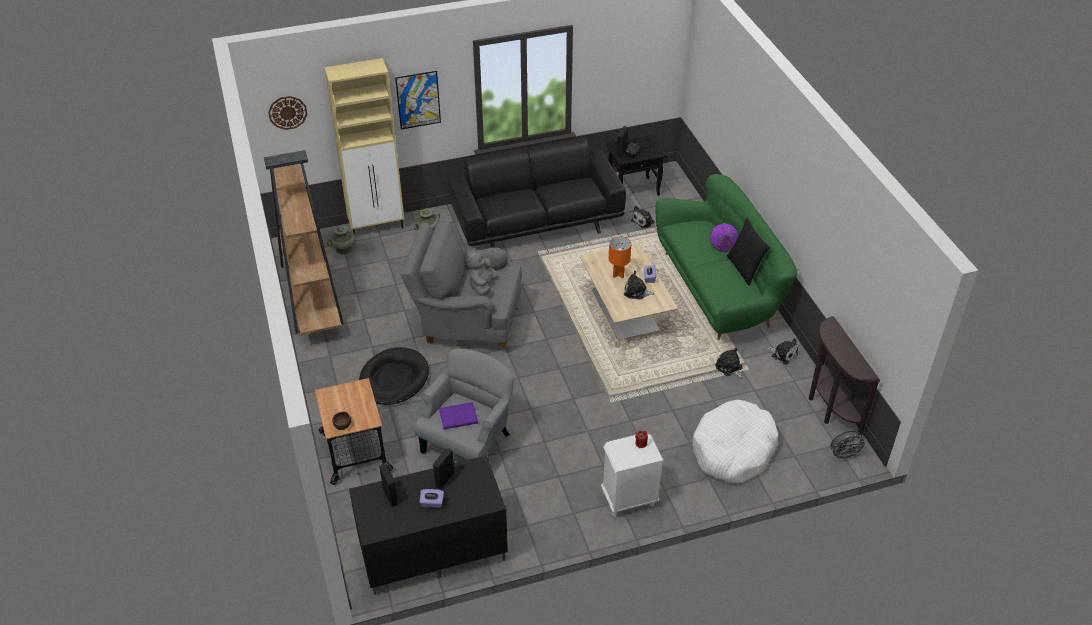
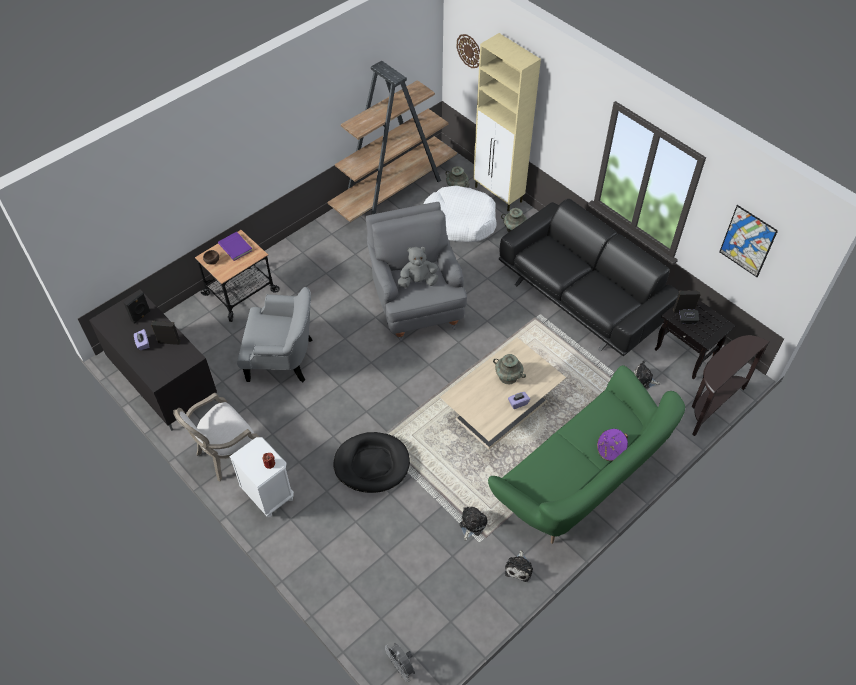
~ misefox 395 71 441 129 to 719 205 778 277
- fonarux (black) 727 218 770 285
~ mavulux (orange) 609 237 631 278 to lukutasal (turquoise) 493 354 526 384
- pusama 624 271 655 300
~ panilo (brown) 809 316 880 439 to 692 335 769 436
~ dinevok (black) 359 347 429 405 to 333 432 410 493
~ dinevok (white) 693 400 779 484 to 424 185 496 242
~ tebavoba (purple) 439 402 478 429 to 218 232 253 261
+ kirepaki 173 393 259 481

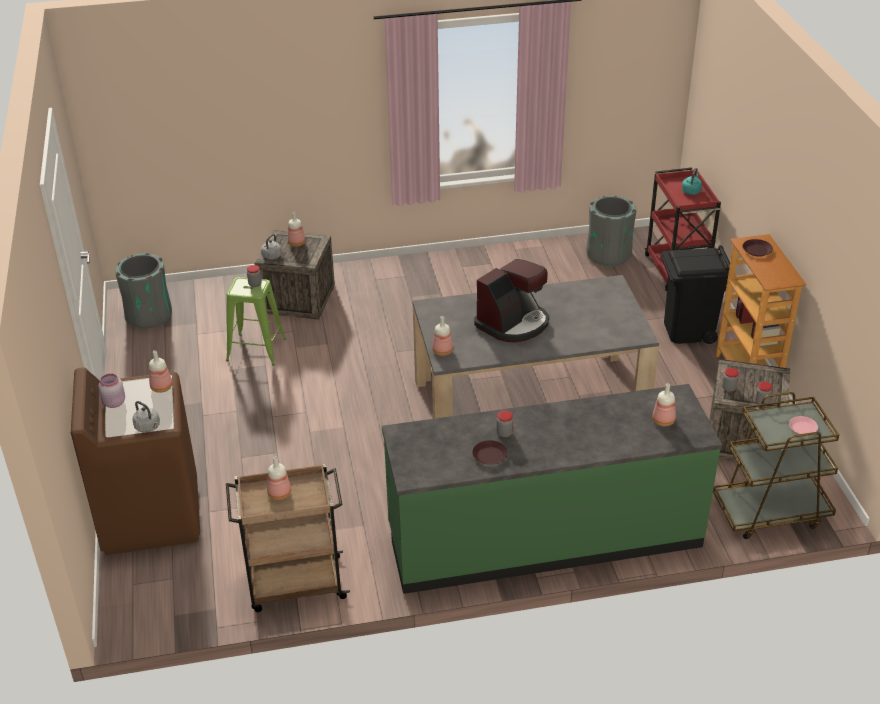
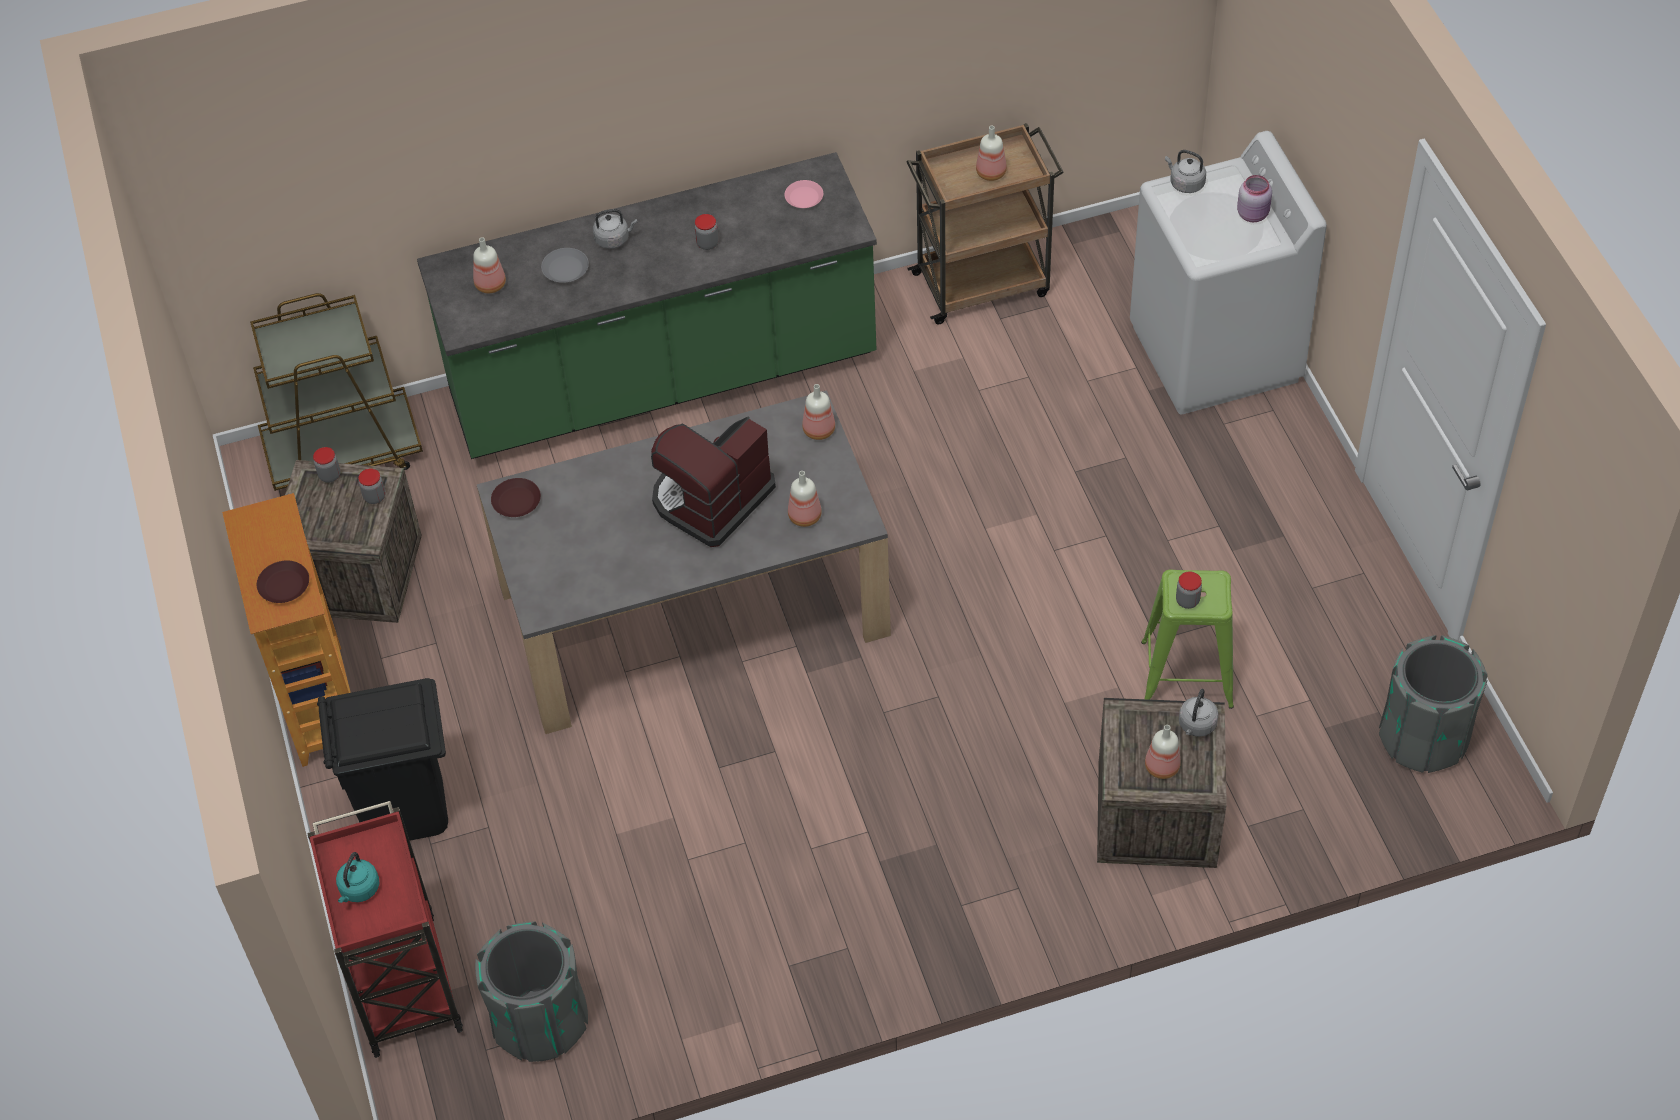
~ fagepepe 149 350 173 393 to 788 471 822 527
~ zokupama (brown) 71 367 200 555 to zokupama (white) 1130 131 1327 414
~ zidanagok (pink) 789 416 818 434 to 785 180 823 208
~ zidanagok (brown) 472 440 508 465 to 491 478 541 517
+ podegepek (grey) 593 209 638 249
+ zidanagok (grey) 541 248 589 283

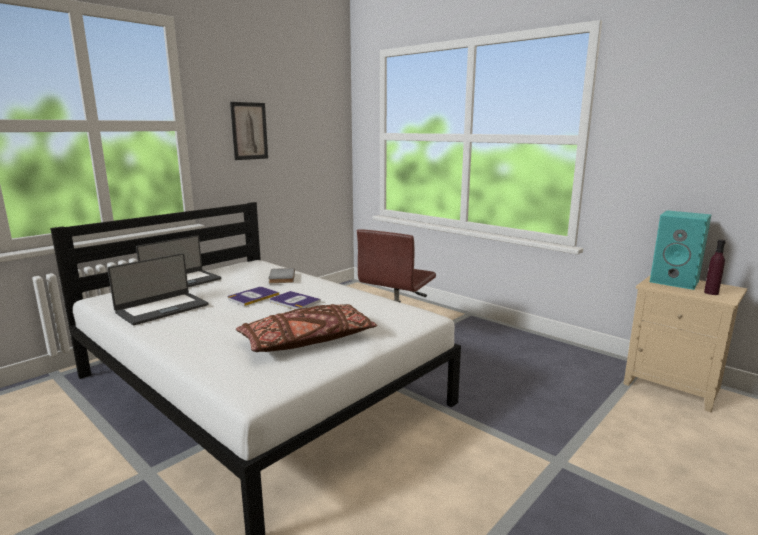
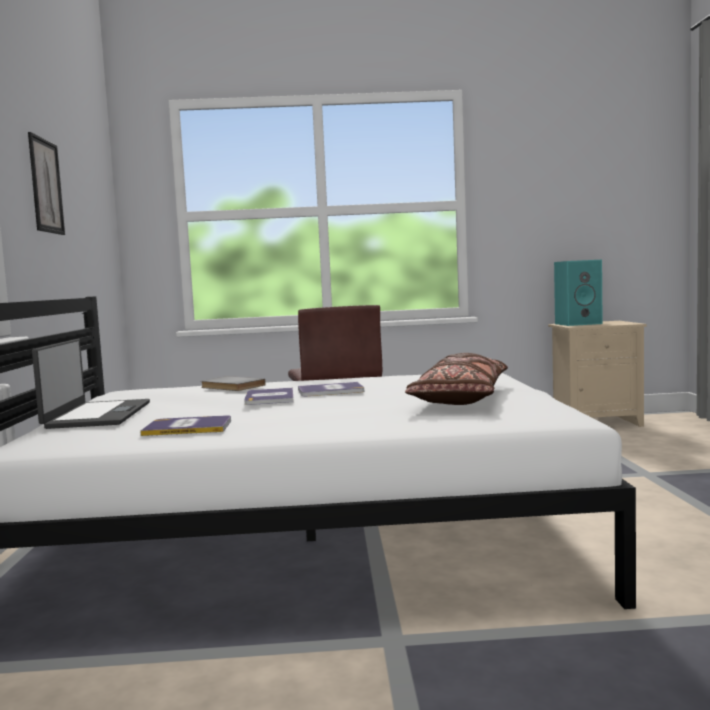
- fagepepe (purple) 704 239 725 295
~ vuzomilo 107 253 209 325 to tebavoba 140 415 231 436

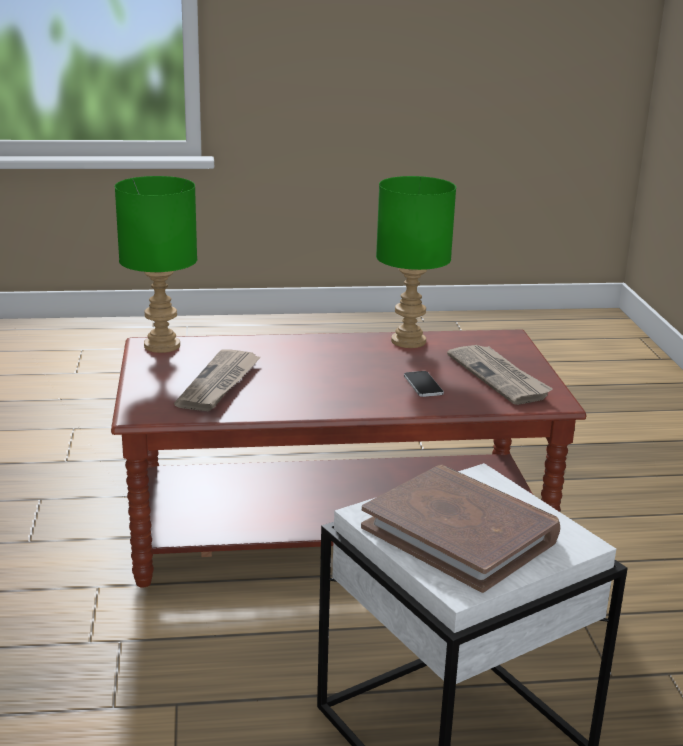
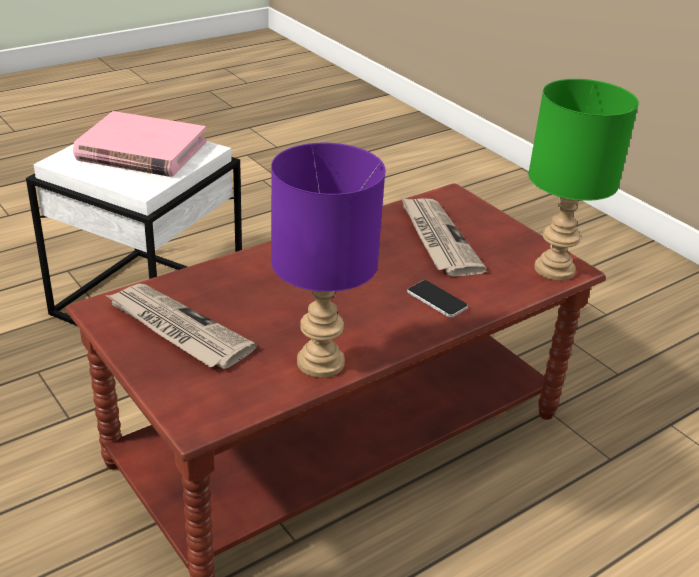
~ mavulux (green) 376 176 456 348 to mavulux (purple) 271 143 386 378
~ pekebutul 404 371 444 397 to 407 280 468 317
~ tebavoba (brown) 361 465 560 593 to tebavoba (pink) 73 111 206 177

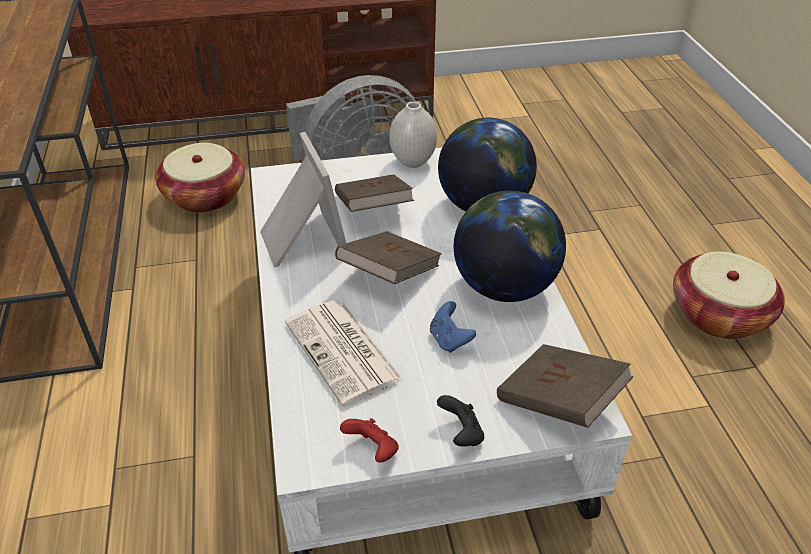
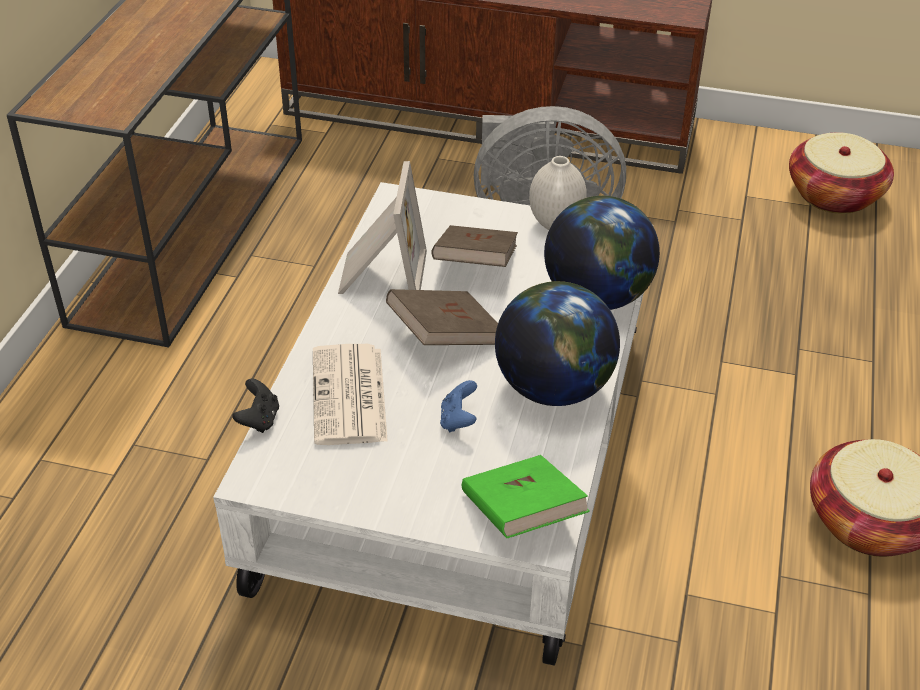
~ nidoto 155 143 245 213 to 789 132 894 214
~ tebavoba (brown) 497 344 633 428 to tebavoba (green) 462 455 590 538
~ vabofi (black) 437 395 484 447 to 232 379 279 433
- vabofi (red) 340 418 399 463

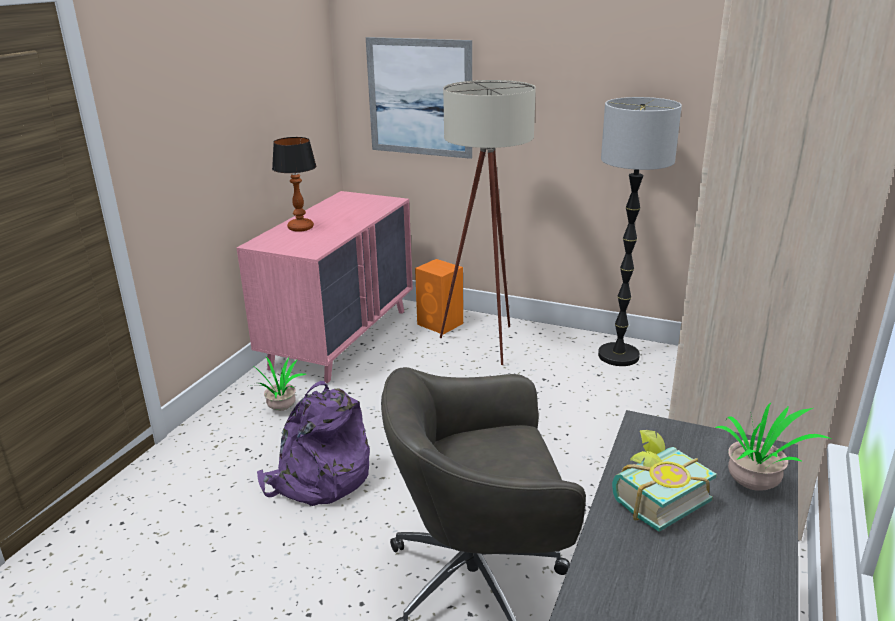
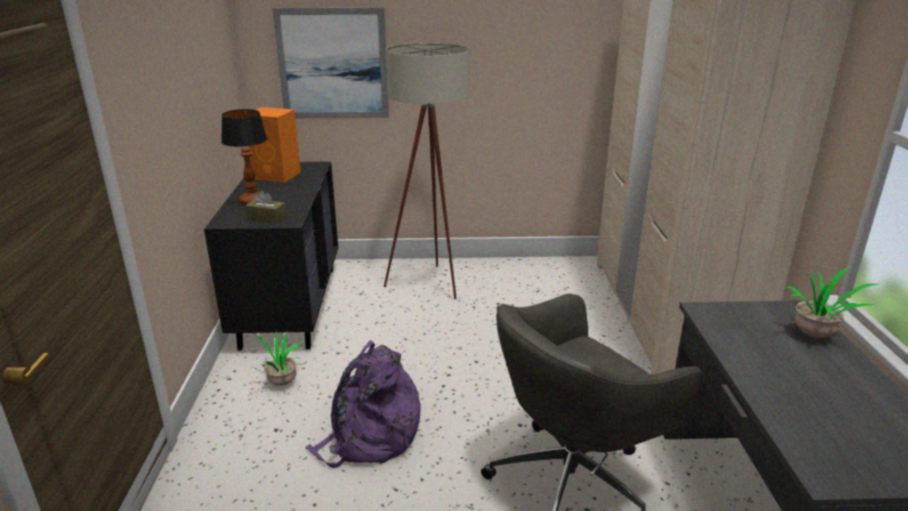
- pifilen 598 97 682 366
~ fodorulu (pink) 237 191 413 383 to fodorulu (black) 204 162 338 350
~ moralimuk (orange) 415 259 463 335 to 249 107 301 182
- tebavoba 612 430 717 532
+ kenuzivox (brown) 245 190 287 223

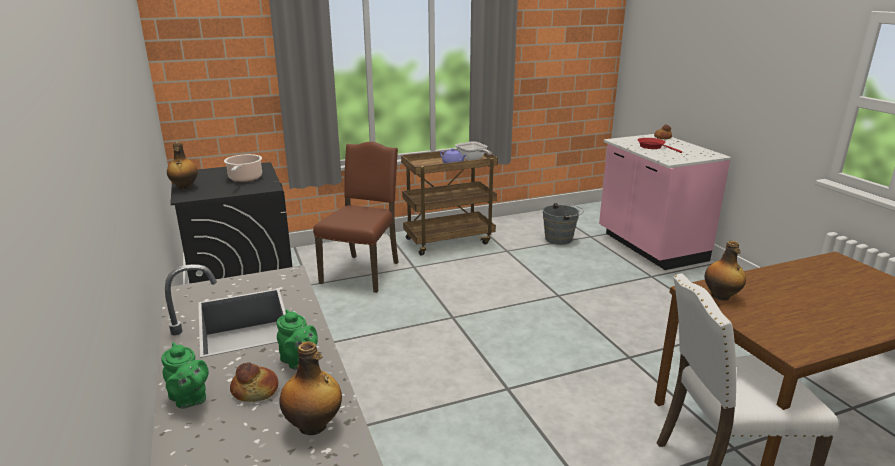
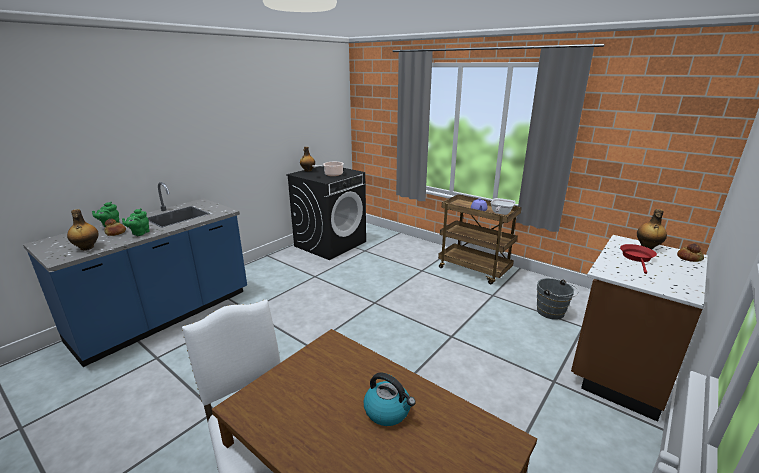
~ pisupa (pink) 599 134 732 270 to pisupa (brown) 571 235 708 422
- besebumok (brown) 313 141 398 293
~ fagepepe 705 241 746 301 to 637 209 667 249
+ podegepek 364 373 416 426

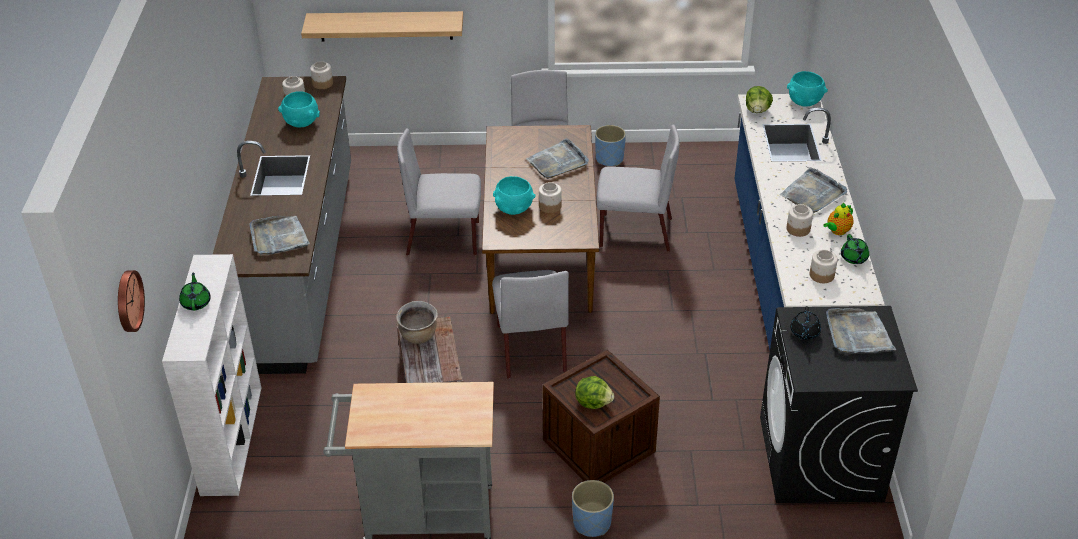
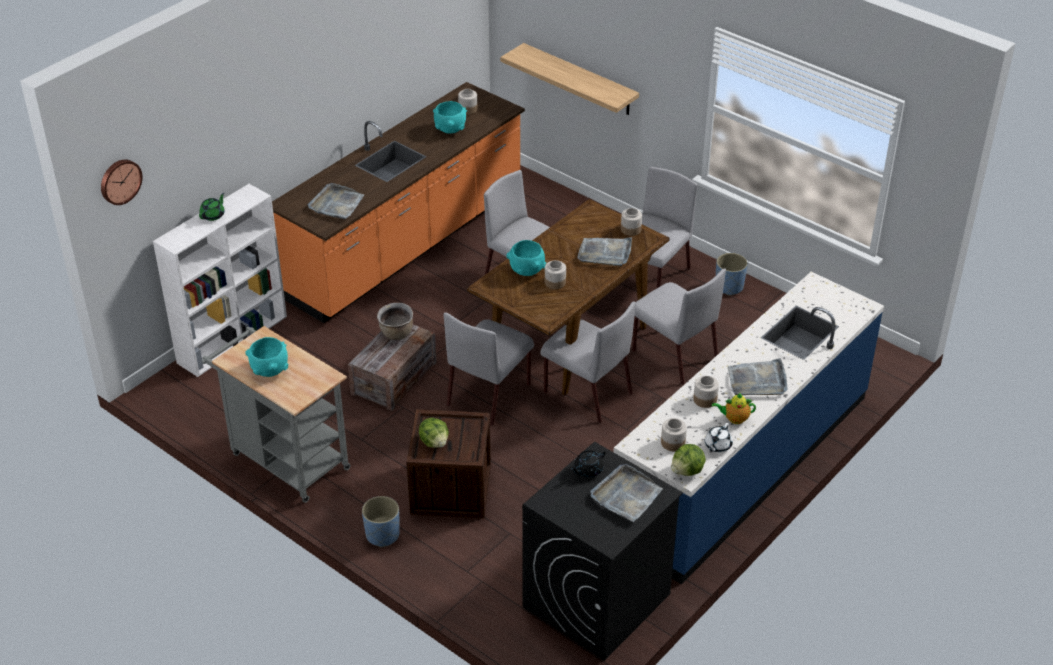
~ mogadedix 310 61 333 89 to 621 208 642 236
~ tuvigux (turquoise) 787 71 828 107 to 245 337 288 377
~ pisupa (grey) 212 76 351 374 to pisupa (orange) 272 82 525 323
~ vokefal 746 86 773 113 to 671 444 706 476
~ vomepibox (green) 841 234 869 264 to vomepibox (white) 705 423 733 452
+ besebumok (grey) 541 301 636 423

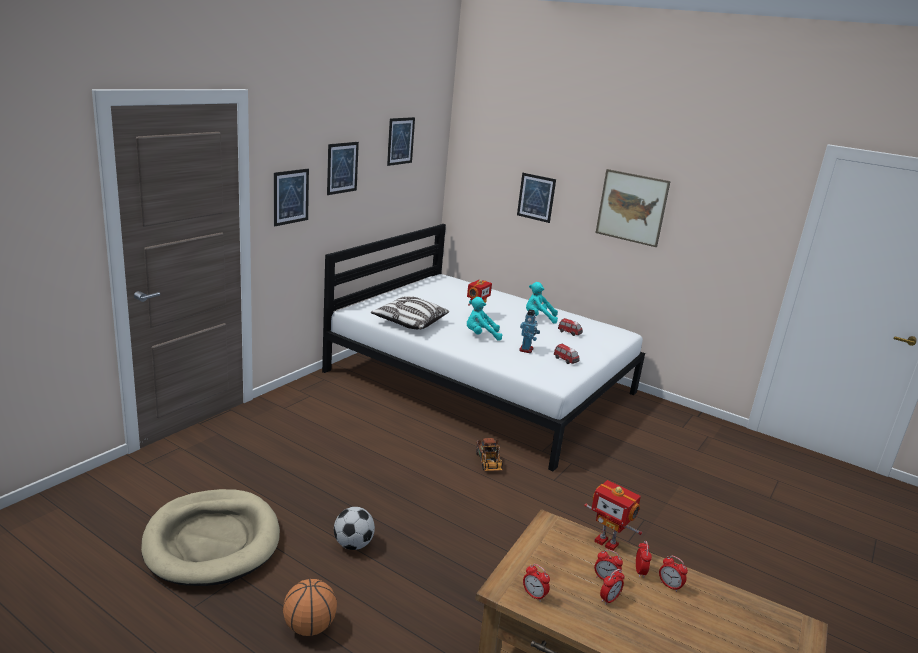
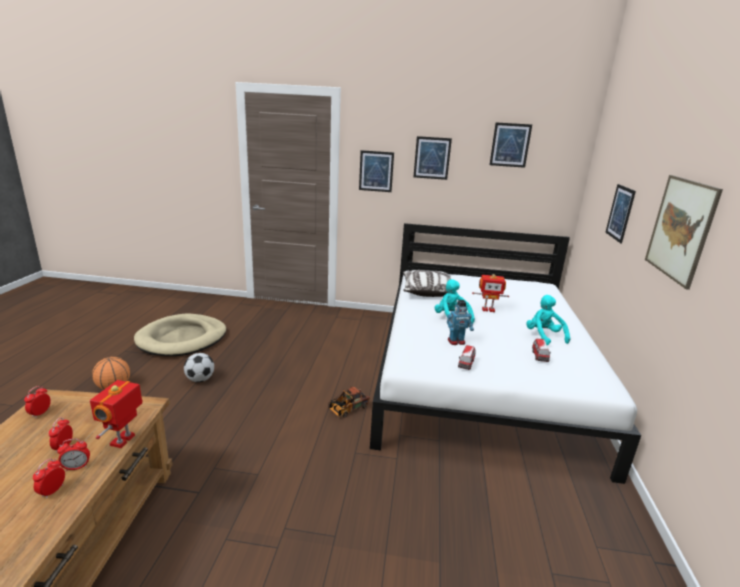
- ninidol 600 569 625 605

